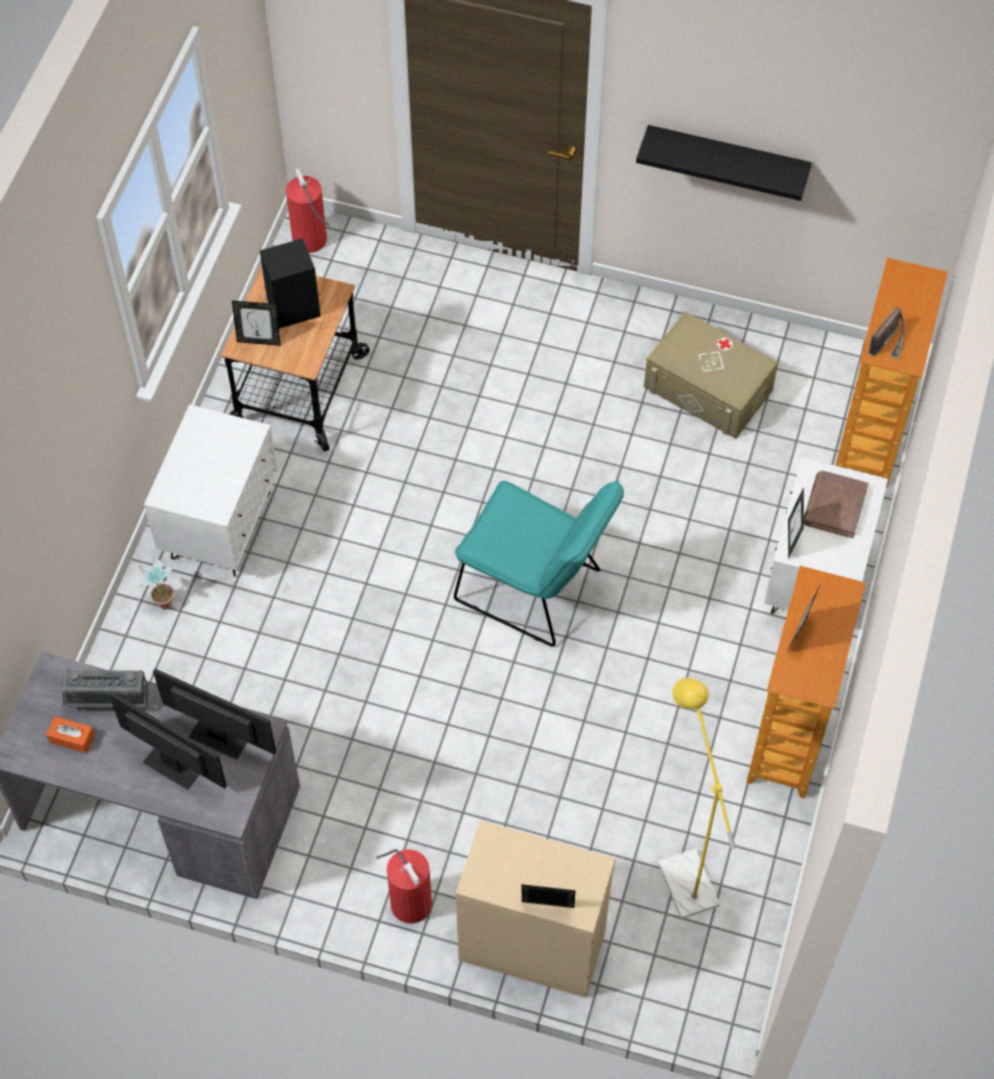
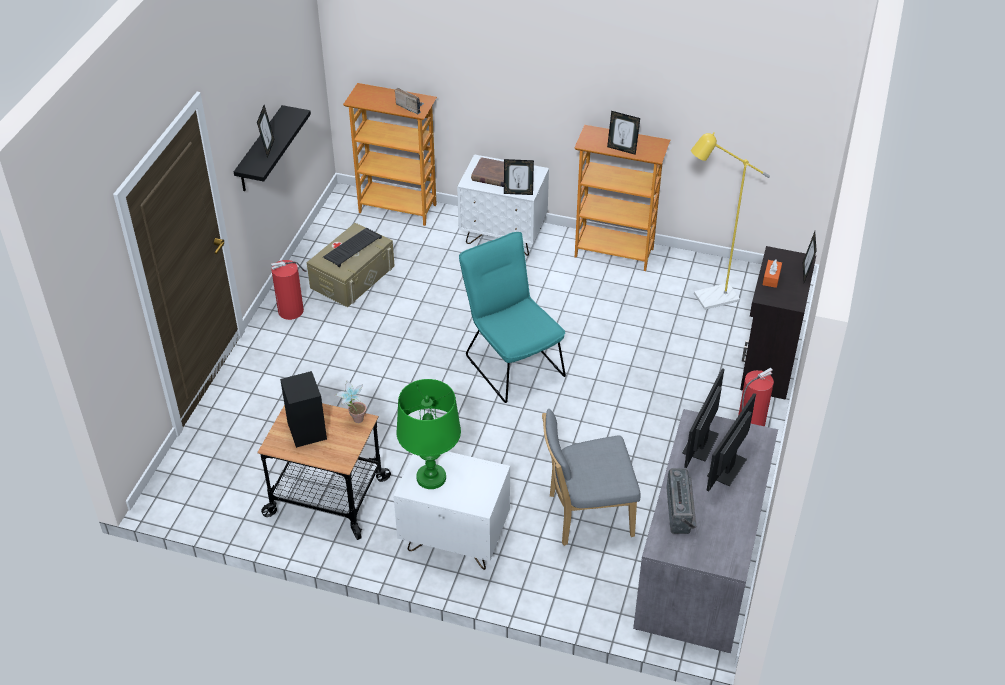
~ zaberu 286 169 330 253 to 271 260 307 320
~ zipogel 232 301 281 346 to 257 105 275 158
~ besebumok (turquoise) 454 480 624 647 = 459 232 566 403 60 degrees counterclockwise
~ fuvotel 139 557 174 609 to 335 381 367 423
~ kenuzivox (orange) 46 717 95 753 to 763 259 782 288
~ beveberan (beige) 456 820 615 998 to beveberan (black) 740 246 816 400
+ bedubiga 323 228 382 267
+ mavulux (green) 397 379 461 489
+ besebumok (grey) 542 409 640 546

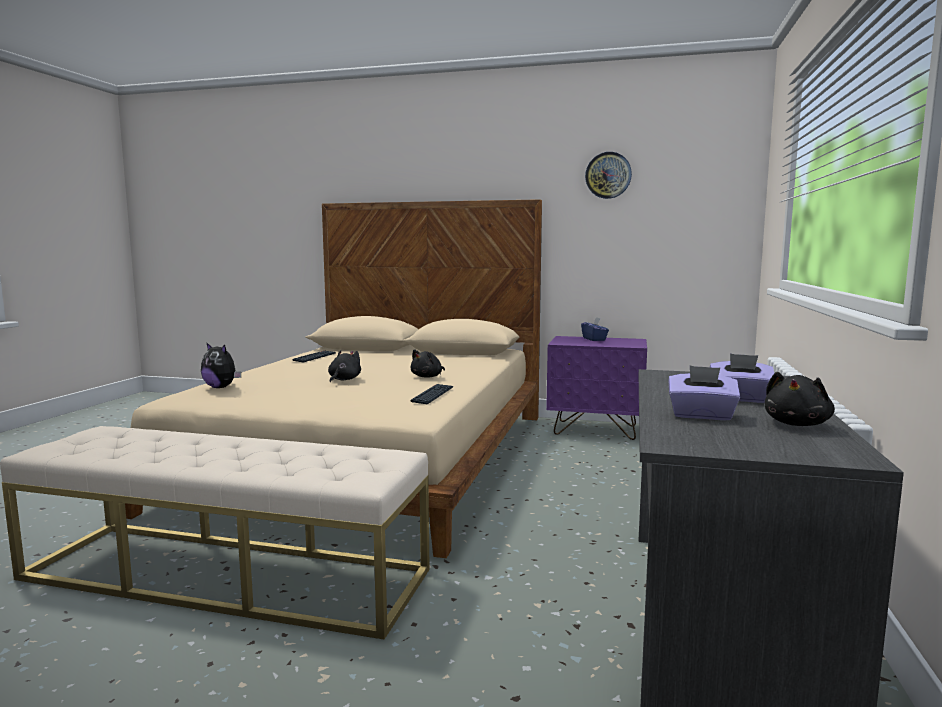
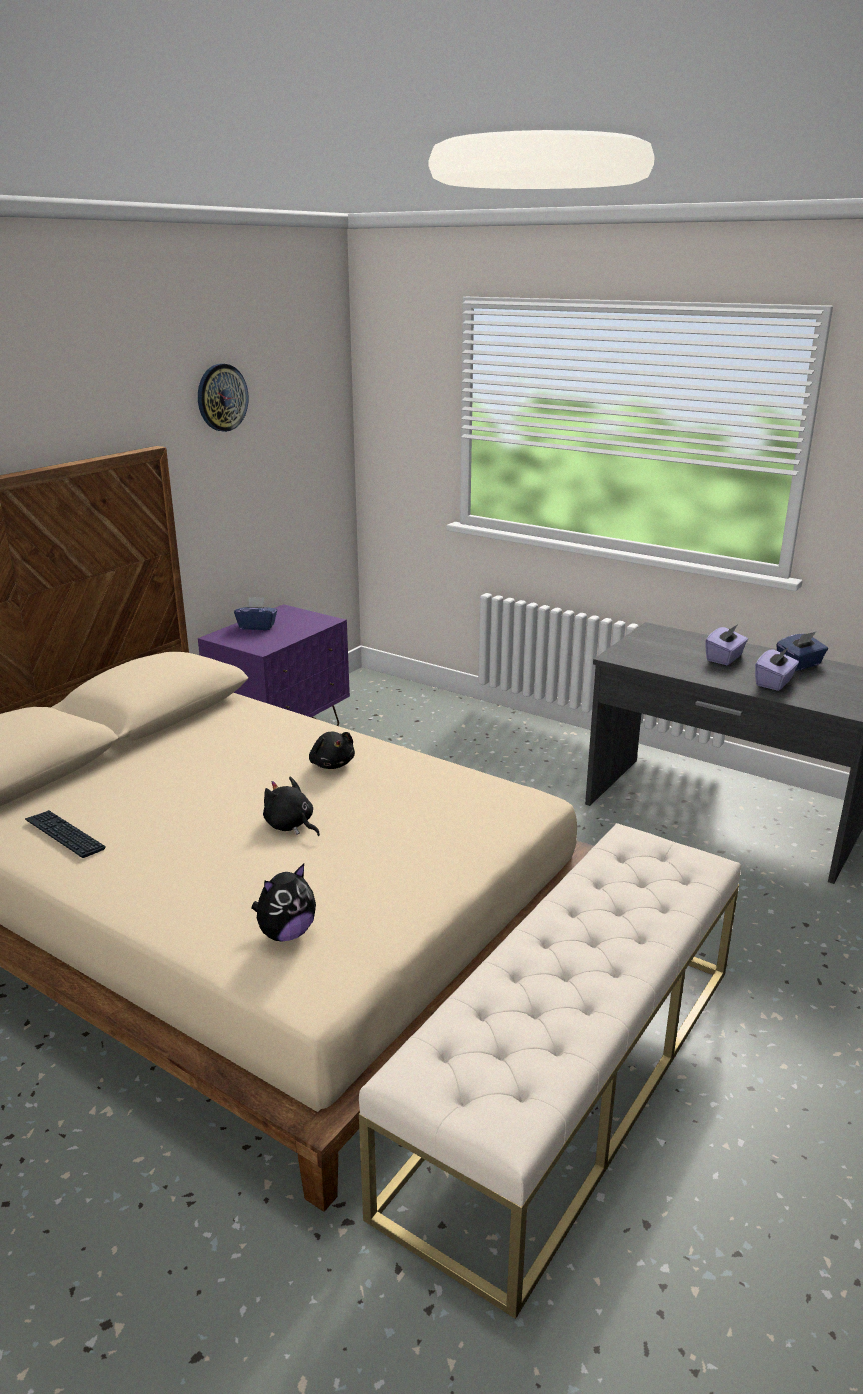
~ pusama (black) 765 372 835 426 to kenuzivox (blue) 776 632 828 671
- bedubiga 411 384 454 404

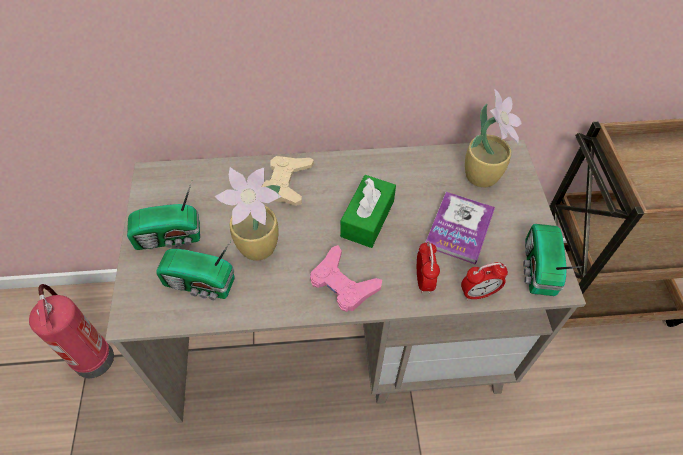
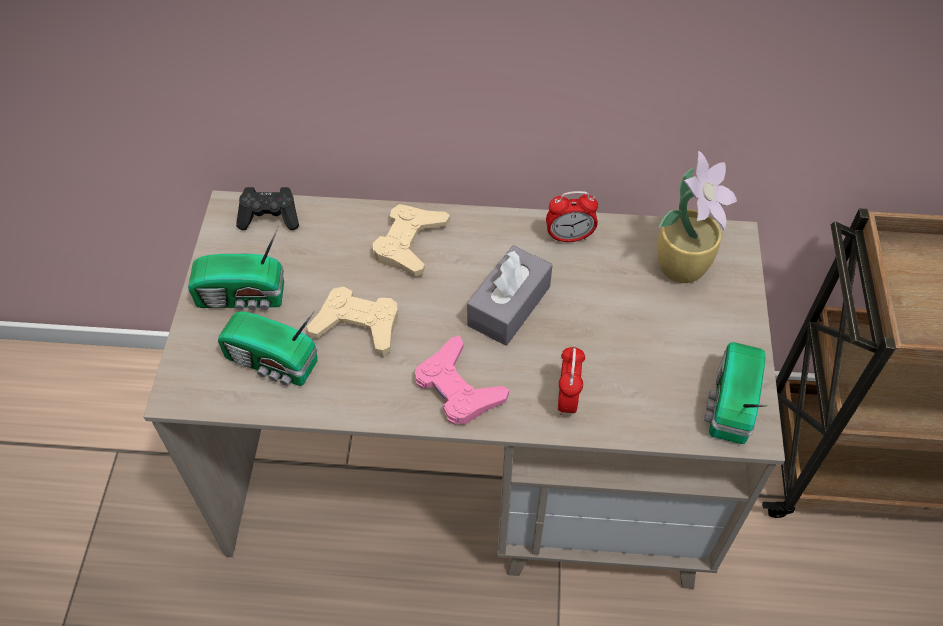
~ fuvotel 214 167 282 261 to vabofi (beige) 307 287 398 356
~ kenuzivox (green) 340 175 396 248 to kenuzivox (grey) 467 245 552 346
- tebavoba 425 192 495 265
~ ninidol 461 262 508 300 to 546 191 598 242
- zaberu 29 284 114 378
+ vabofi (black) 236 187 299 230

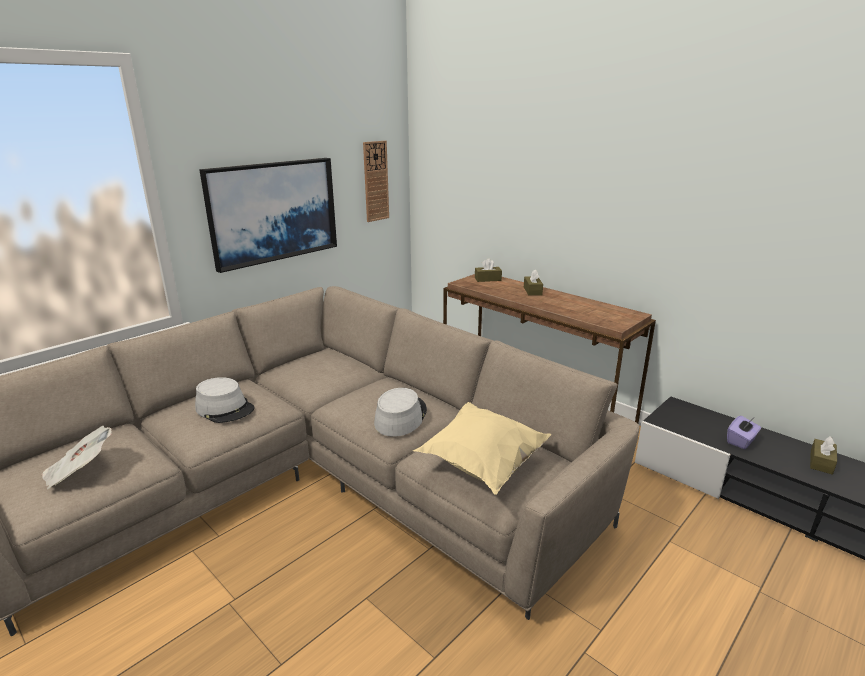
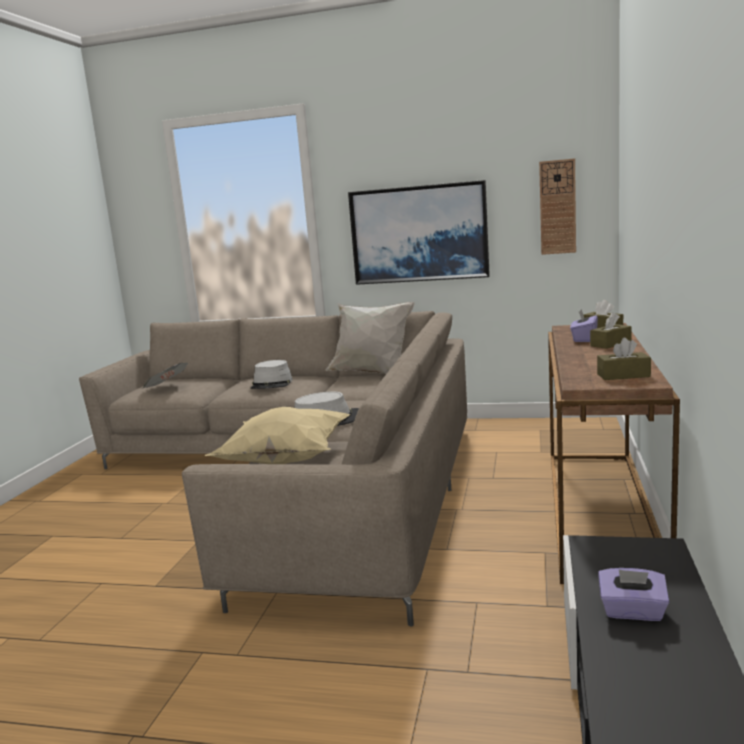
~ kenuzivox (brown) 810 436 837 475 to 597 338 651 380
+ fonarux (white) 325 302 415 374
+ kenuzivox (purple) 570 309 598 342

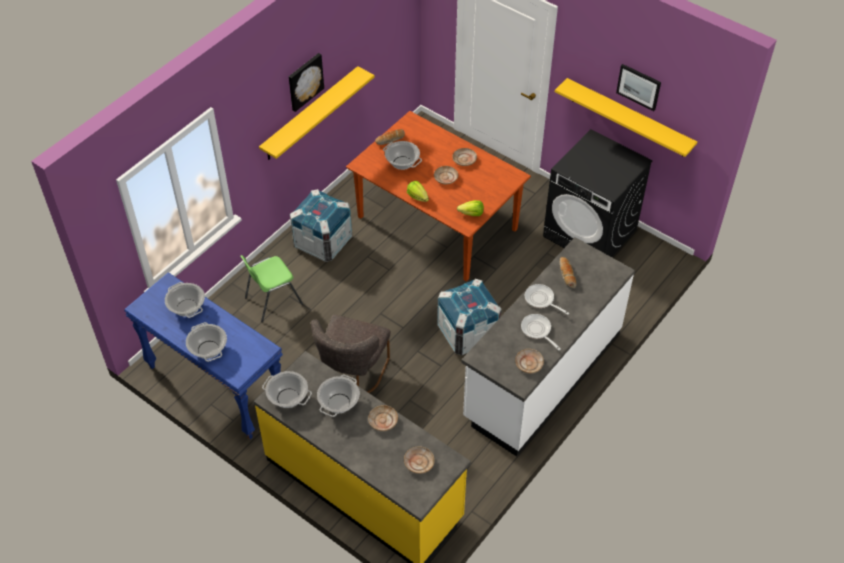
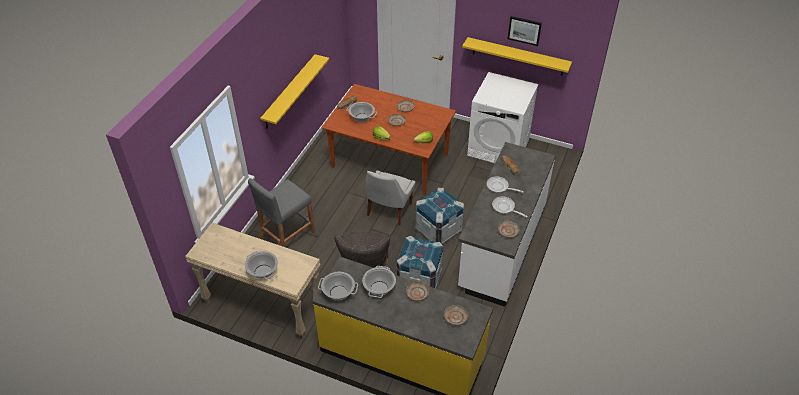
- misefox 289 53 324 112
~ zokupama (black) 543 129 653 257 to zokupama (white) 467 72 538 163
~ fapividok 290 189 352 262 to 396 236 444 288
~ besebumok (green) 240 255 303 322 to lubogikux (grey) 248 178 315 247
~ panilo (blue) 124 272 283 439 to panilo (beige) 185 223 321 339
- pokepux 165 282 205 318
+ besebumok (white) 365 170 415 225

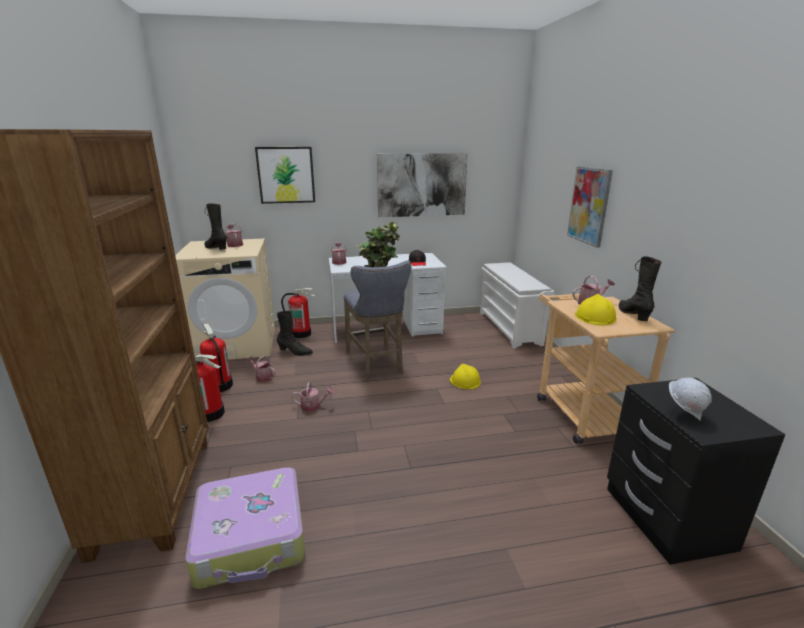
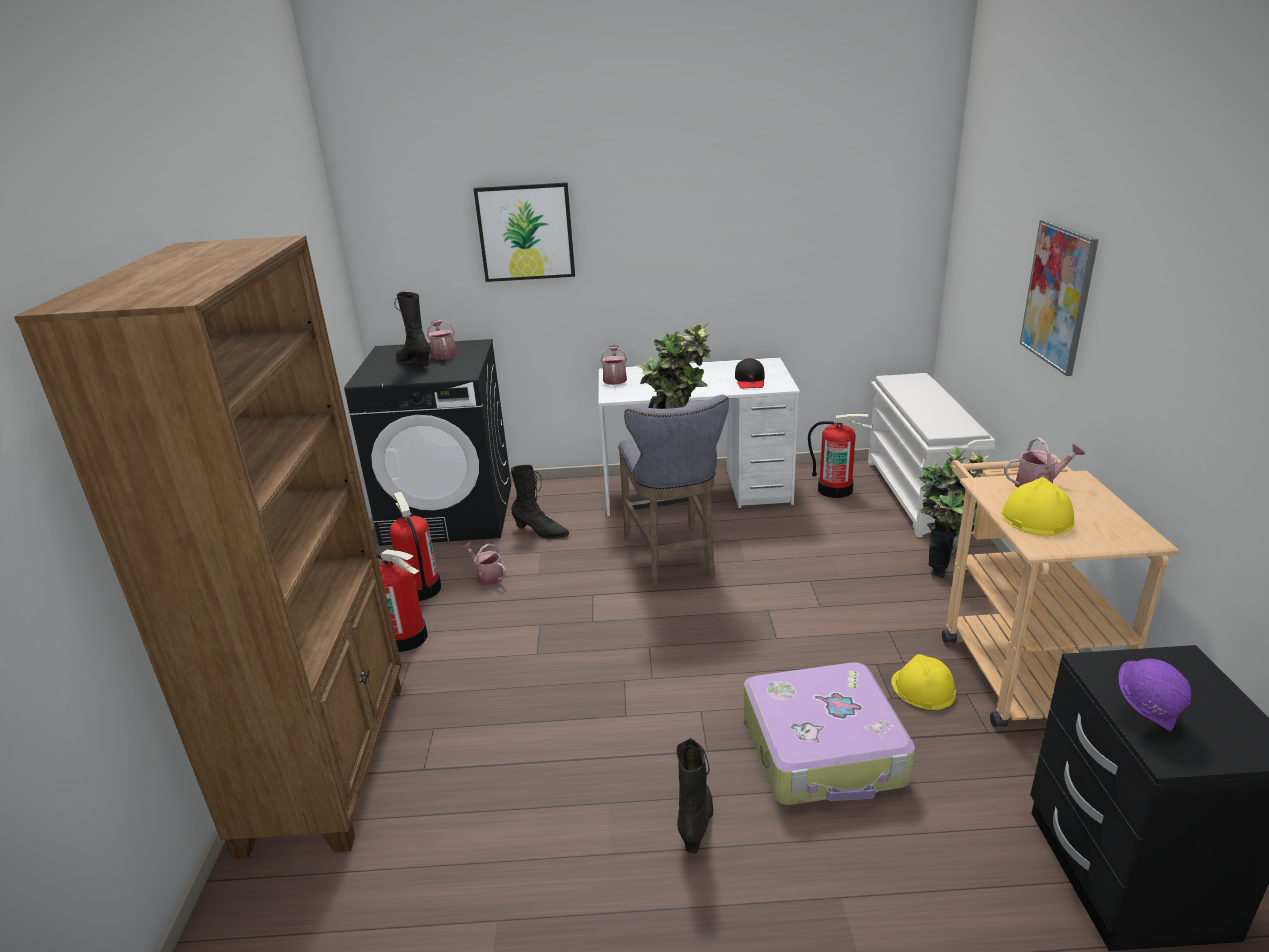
- misefox 377 153 468 217
~ zokupama (beige) 175 238 275 360 to zokupama (black) 344 339 511 546
~ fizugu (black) 619 256 662 321 to 676 738 713 854
~ zaberu 281 288 315 339 to 808 413 872 498
~ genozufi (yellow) 450 364 481 389 to 891 654 956 710
~ genozufi (white) 669 378 712 421 to genozufi (purple) 1118 659 1191 731
- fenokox 292 382 334 412
~ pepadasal 185 467 305 589 to 744 663 915 805
+ fuvotel 919 446 989 578

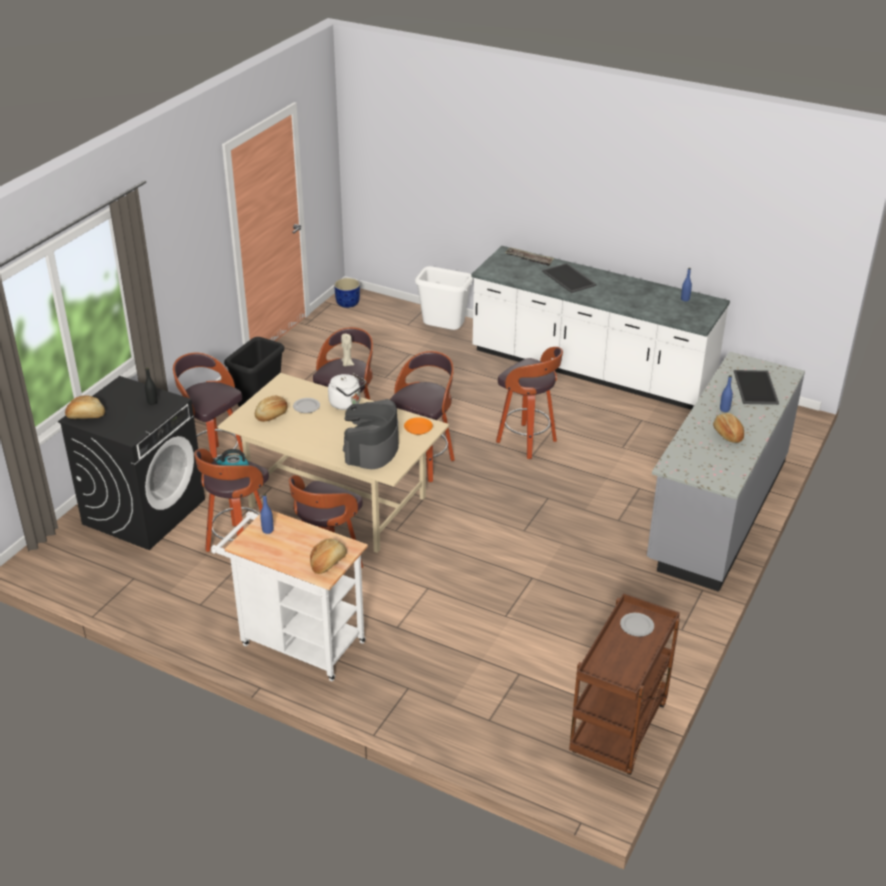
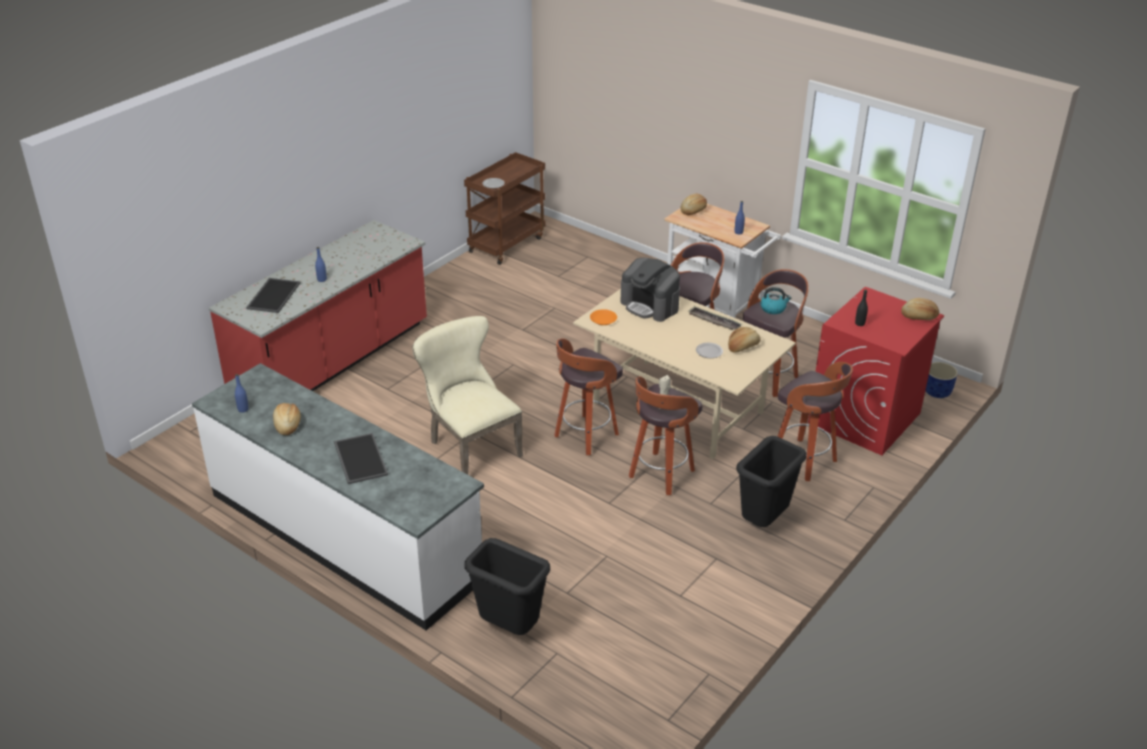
~ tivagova 505 247 554 266 to 688 306 742 330
~ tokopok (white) 415 266 473 330 to tokopok (black) 465 538 550 635
~ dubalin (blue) 334 278 360 308 to 925 362 958 398
~ lubogikux 496 347 563 459 to besebumok (beige) 412 316 523 475
~ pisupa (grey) 647 352 805 592 to pisupa (red) 209 220 427 391
- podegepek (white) 328 373 366 410
~ zokupama (black) 58 376 205 550 to zokupama (red) 808 287 944 455
~ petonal 343 399 399 469 = 620 258 680 322 105 degrees clockwise
~ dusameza 713 413 744 443 to 273 403 301 435

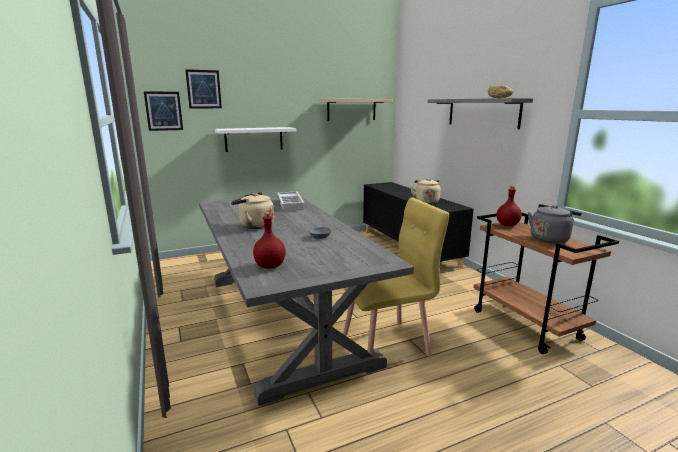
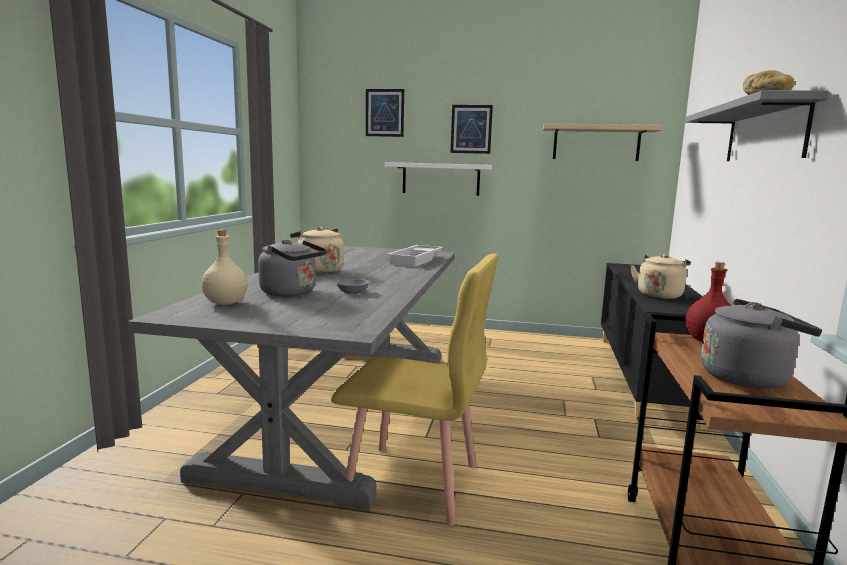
~ misefox 144 91 183 131 to 451 105 493 154
~ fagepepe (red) 253 212 286 269 to fagepepe (beige) 202 230 248 305
+ podegepek (grey) 258 239 326 297

